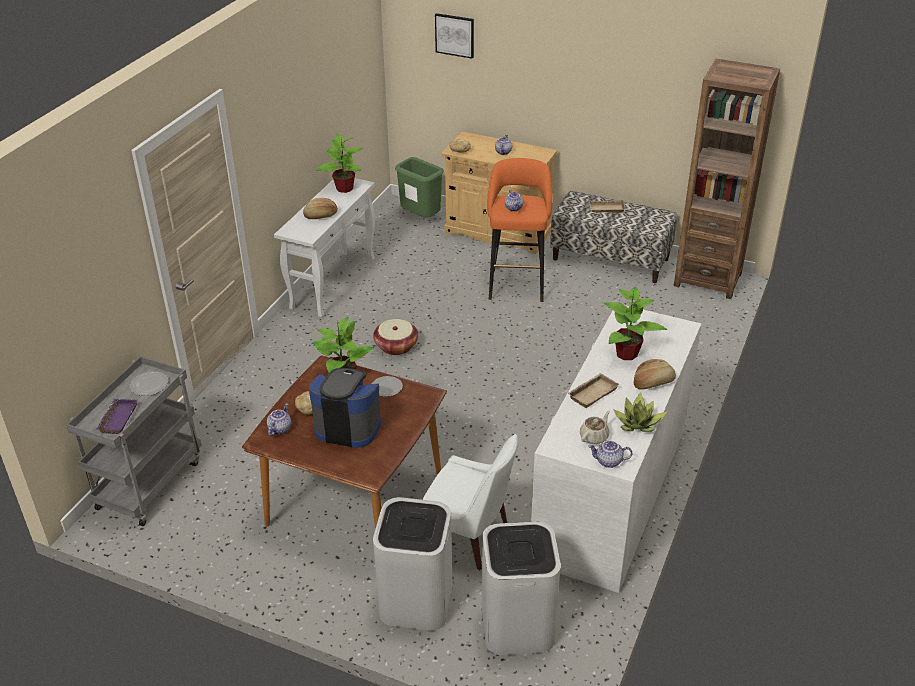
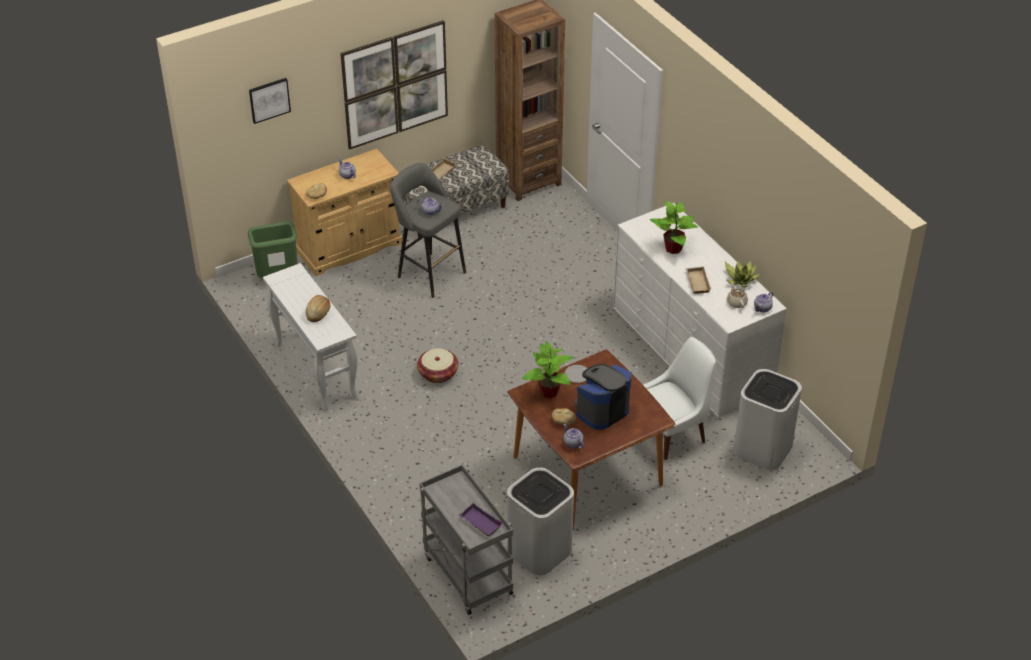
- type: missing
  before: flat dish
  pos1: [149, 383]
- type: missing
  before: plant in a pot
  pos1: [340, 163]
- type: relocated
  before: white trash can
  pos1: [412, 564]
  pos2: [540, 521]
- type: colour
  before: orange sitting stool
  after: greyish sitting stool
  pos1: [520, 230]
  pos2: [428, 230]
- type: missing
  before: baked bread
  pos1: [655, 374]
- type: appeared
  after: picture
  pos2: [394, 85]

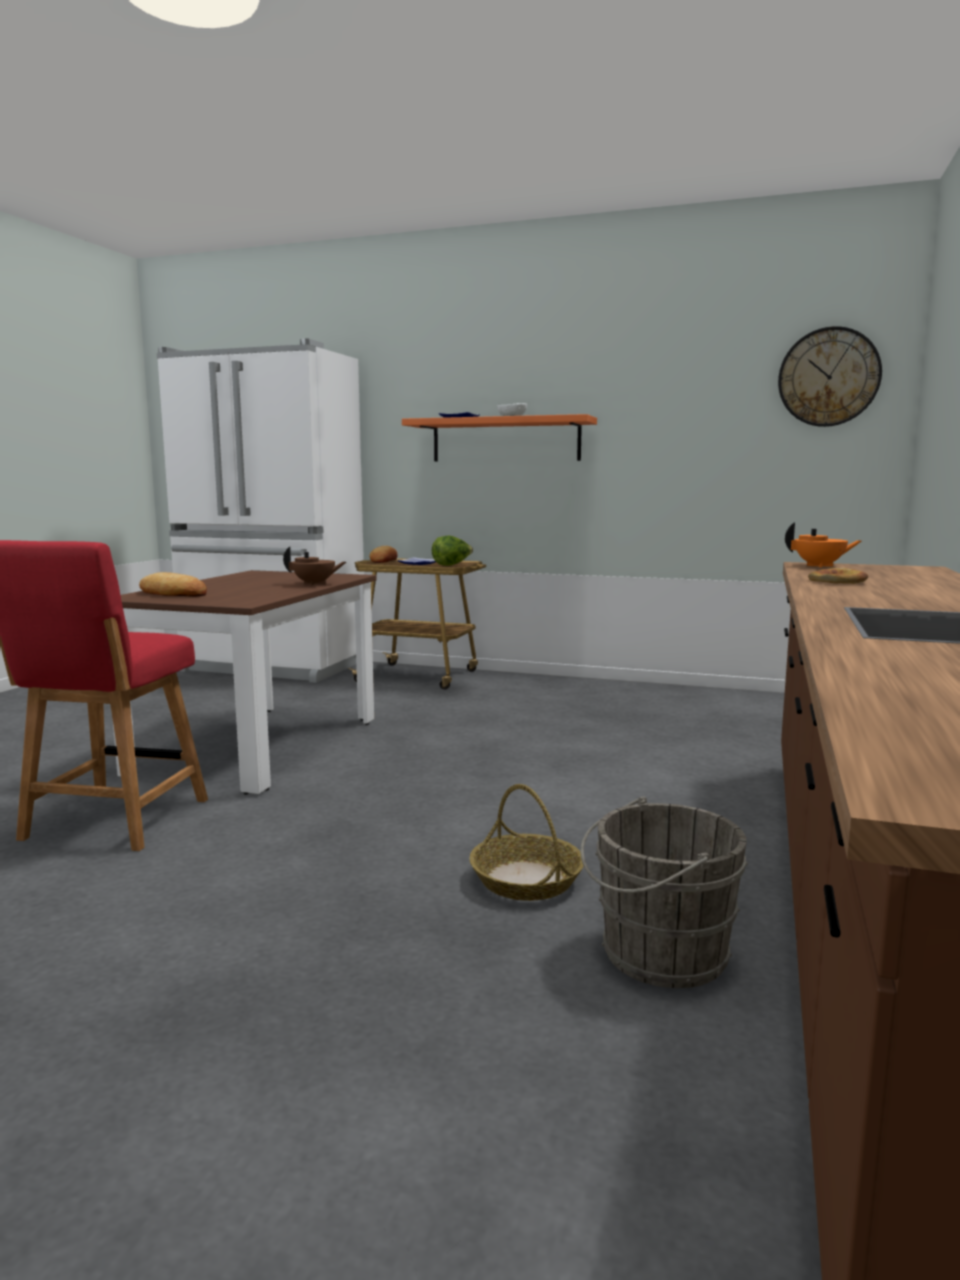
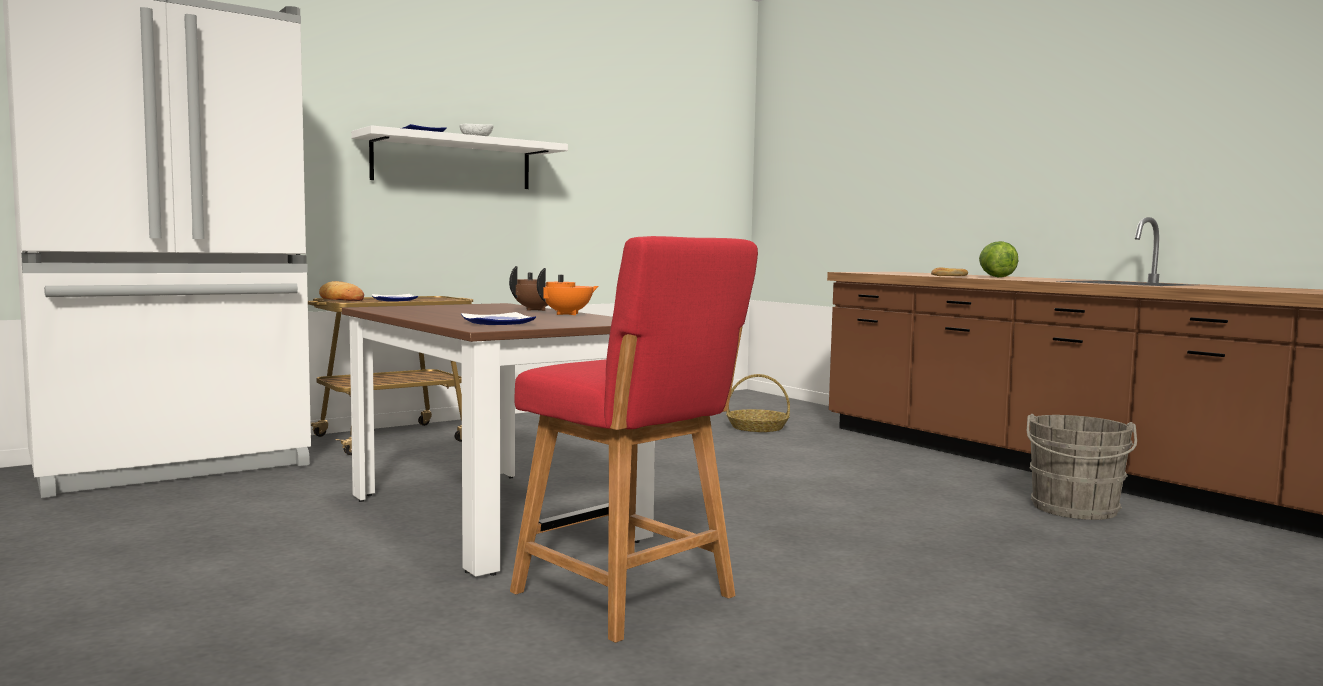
- type: exchanged
  before: baked bread
  after: flat dish
  pos1: [173, 584]
  pos2: [498, 318]
- type: colour
  before: orange bracket shelf
  after: white bracket shelf
  pos1: [499, 438]
  pos2: [459, 157]
- type: relocated
  before: lettuce
  pos1: [452, 550]
  pos2: [998, 259]
- type: relocated
  before: storage basket
  pos1: [526, 842]
  pos2: [758, 403]
- type: missing
  before: wall clock
  pos1: [830, 376]
- type: relocated
  before: orange pot for tea
  pos1: [823, 545]
  pos2: [567, 291]

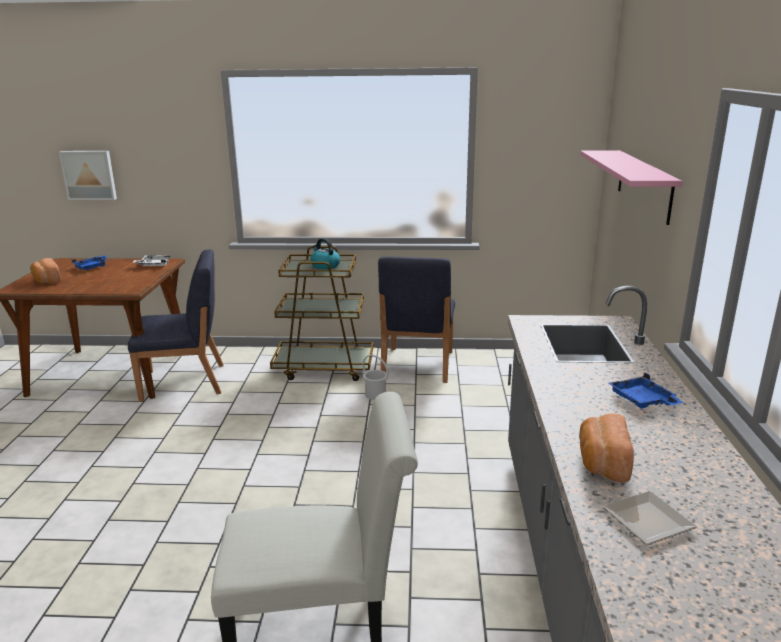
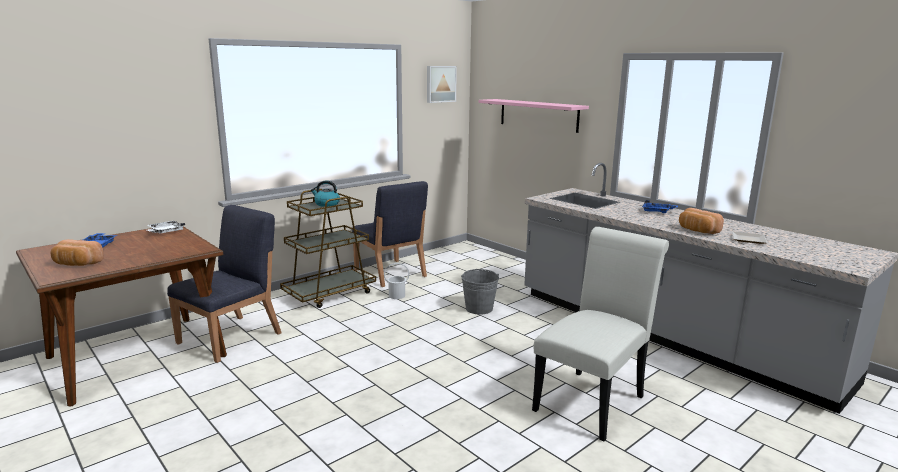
- type: relocated
  before: picture
  pos1: [88, 175]
  pos2: [442, 84]
- type: appeared
  after: greyish pail
  pos2: [480, 292]

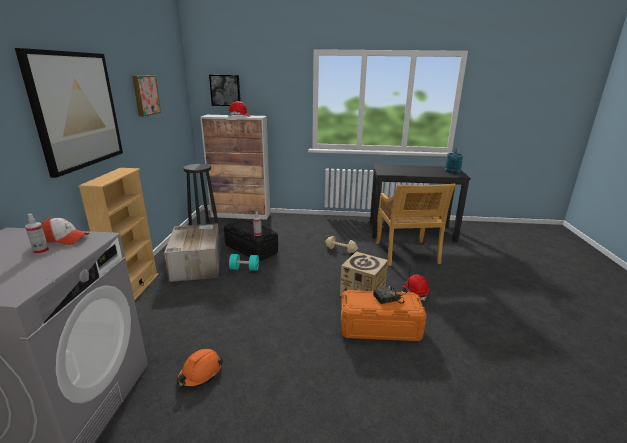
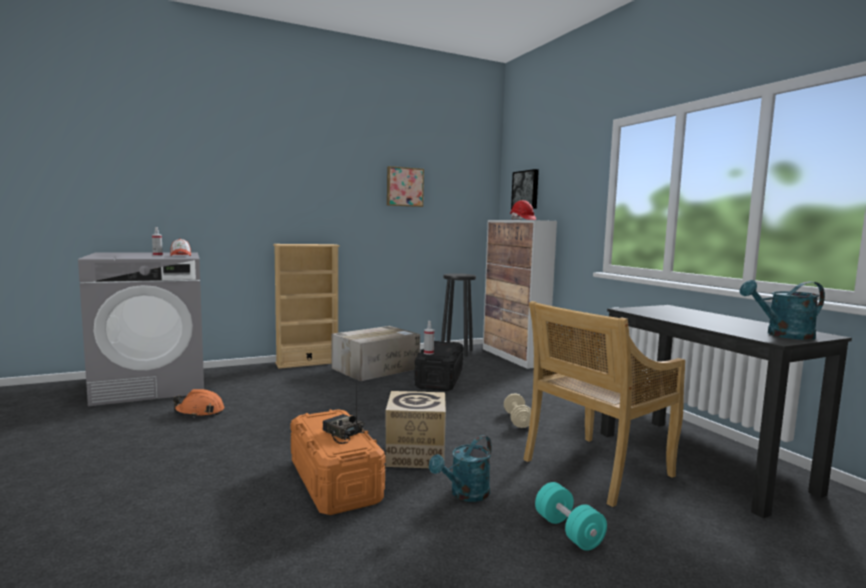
- type: missing
  before: picture
  pos1: [69, 113]
- type: relocated
  before: turquoise dumbbell
  pos1: [244, 262]
  pos2: [571, 516]
- type: exchanged
  before: red work helmet
  after: turquoise sprinkling can
  pos1: [416, 288]
  pos2: [460, 468]

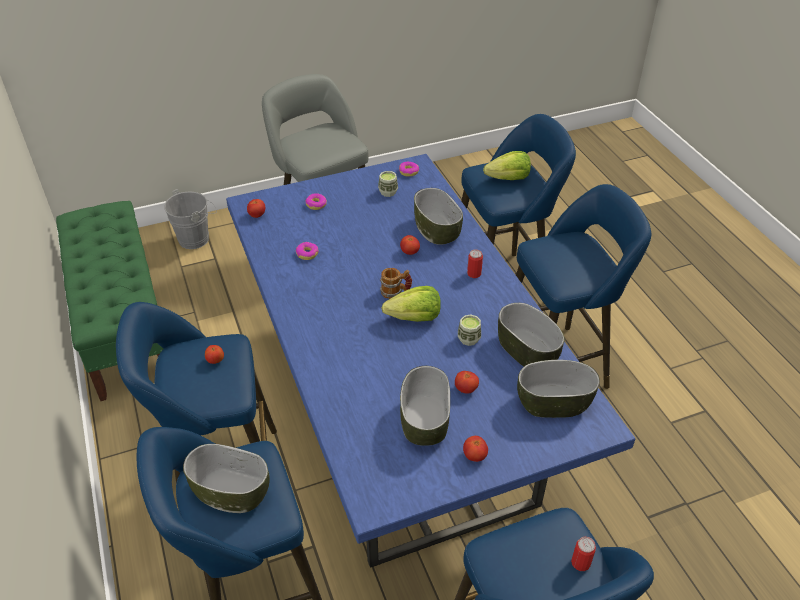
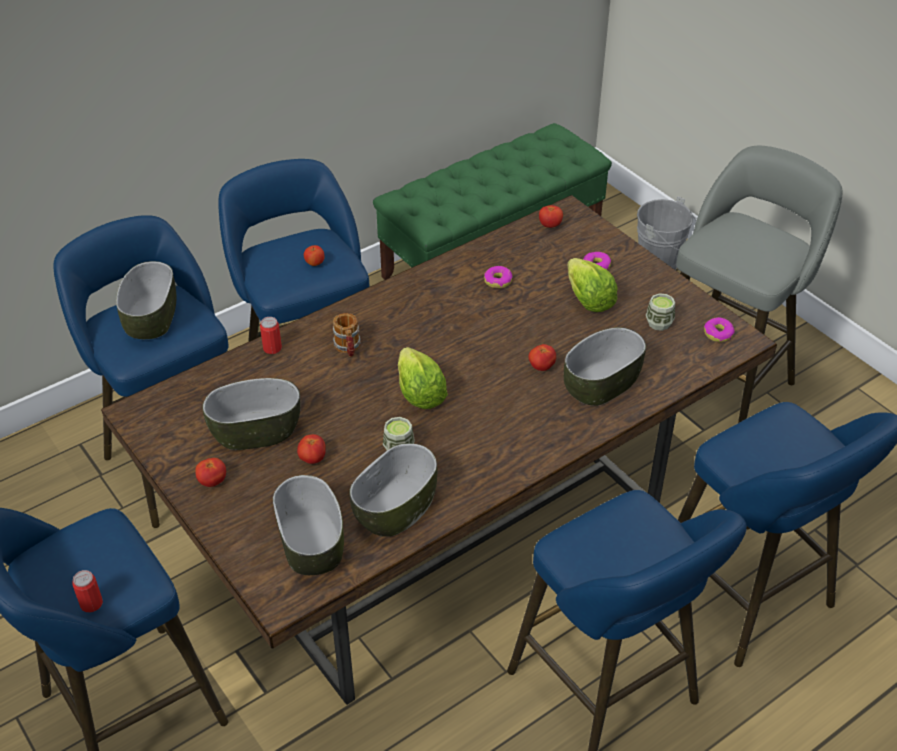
- type: colour
  before: blue dinner table
  after: brownish dinner table
  pos1: [431, 361]
  pos2: [439, 450]
- type: relocated
  before: coffee mug
  pos1: [396, 283]
  pos2: [347, 335]
- type: relocated
  before: can
  pos1: [475, 264]
  pos2: [271, 335]
- type: relocated
  before: lettuce
  pos1: [507, 165]
  pos2: [592, 285]

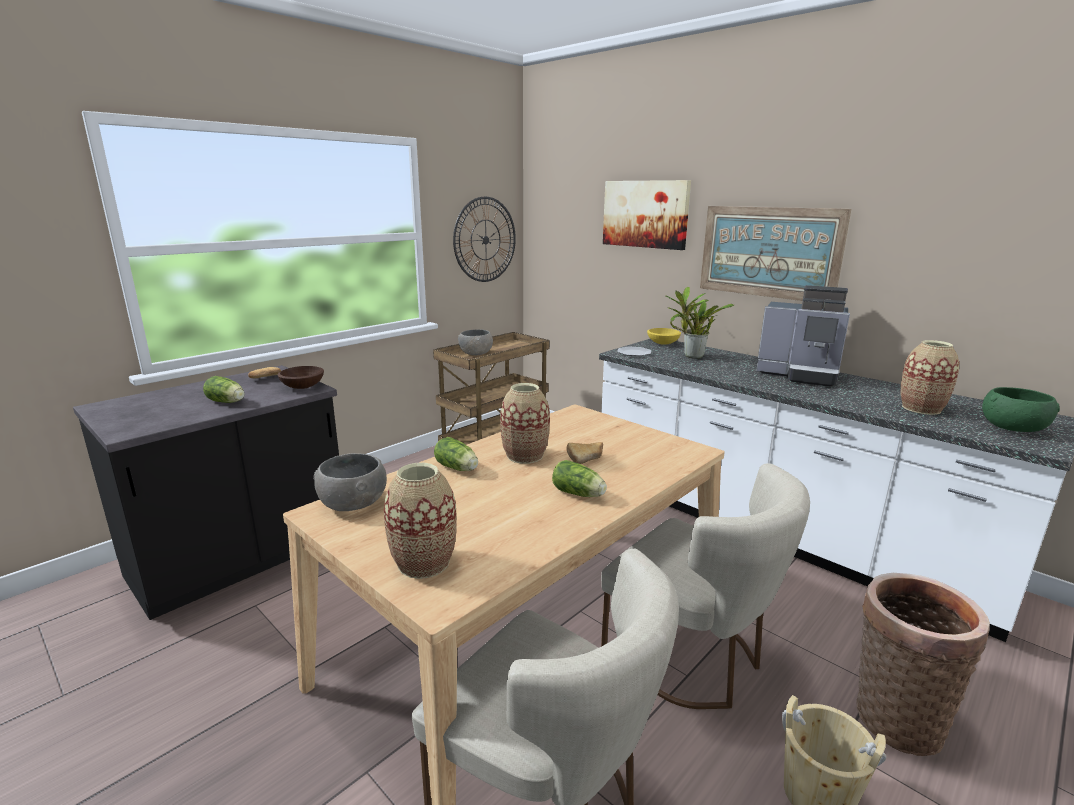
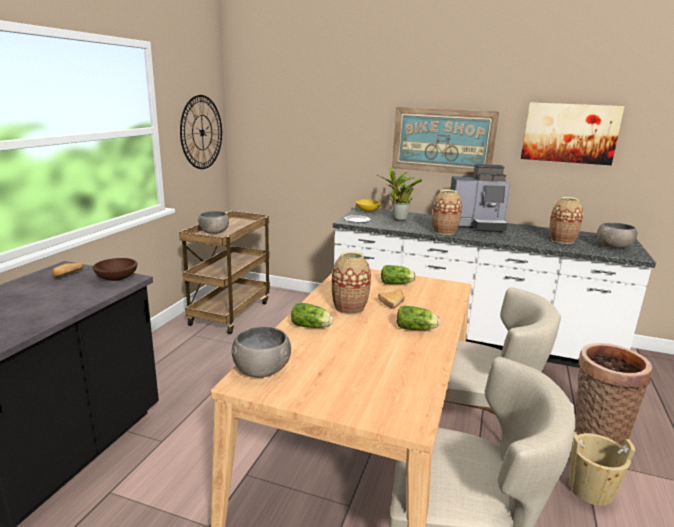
- type: relocated
  before: lettuce
  pos1: [223, 389]
  pos2: [398, 274]
- type: relocated
  before: flower vase
  pos1: [420, 521]
  pos2: [447, 212]
- type: relocated
  before: picture
  pos1: [647, 215]
  pos2: [573, 133]
- type: colour
  before: green-coloured serving bowl
  after: greyish serving bowl
  pos1: [1021, 409]
  pos2: [617, 235]

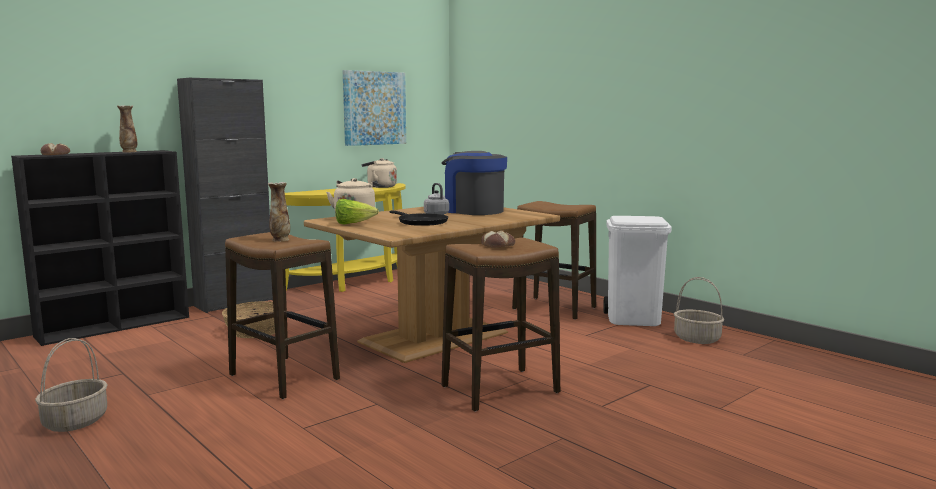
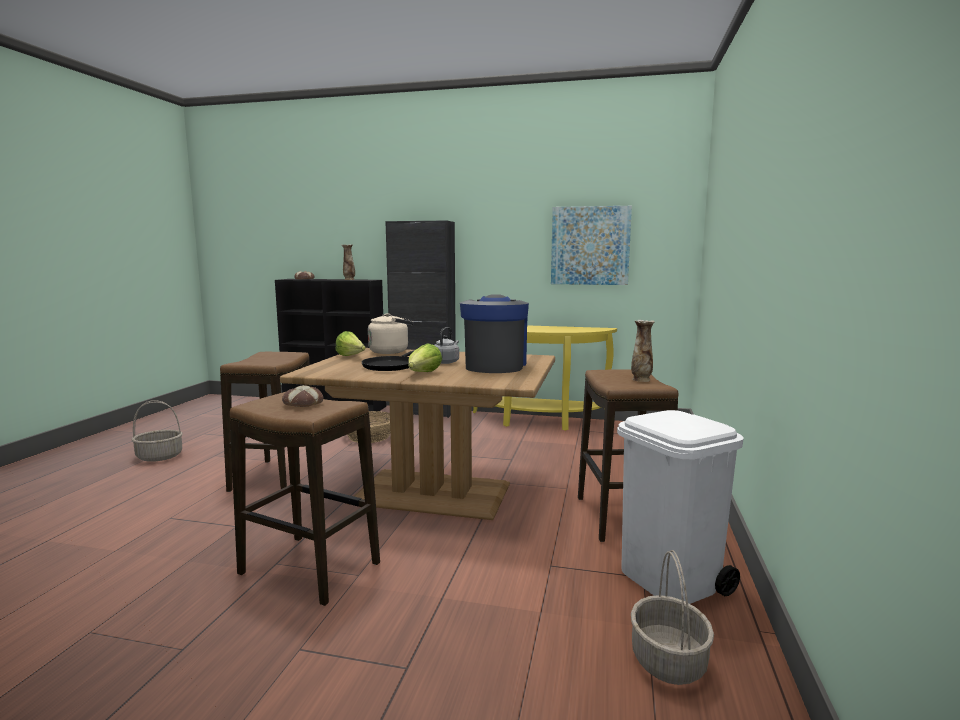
- type: relocated
  before: flower vase
  pos1: [279, 212]
  pos2: [643, 351]
- type: missing
  before: beige tea kettle
  pos1: [379, 173]
- type: appeared
  after: lettuce
  pos2: [425, 358]

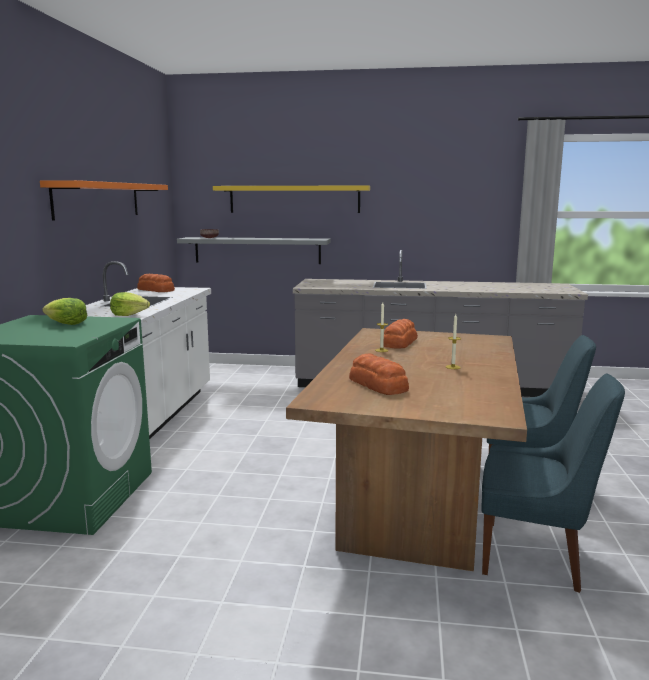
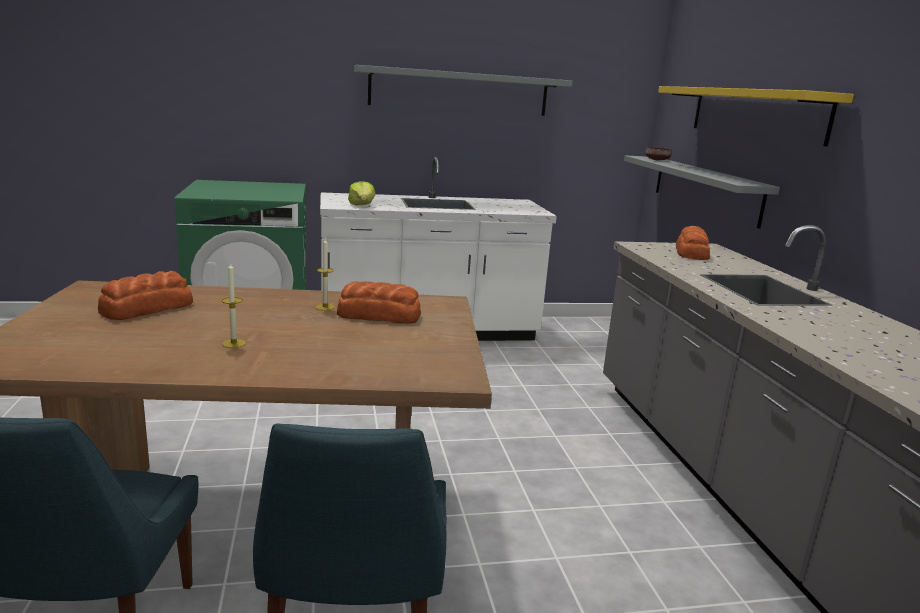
- type: colour
  before: orange bracket shelf
  after: greyish bracket shelf
  pos1: [104, 200]
  pos2: [463, 90]
- type: missing
  before: lettuce
  pos1: [64, 311]
- type: relocated
  before: baked bread
  pos1: [156, 283]
  pos2: [693, 243]

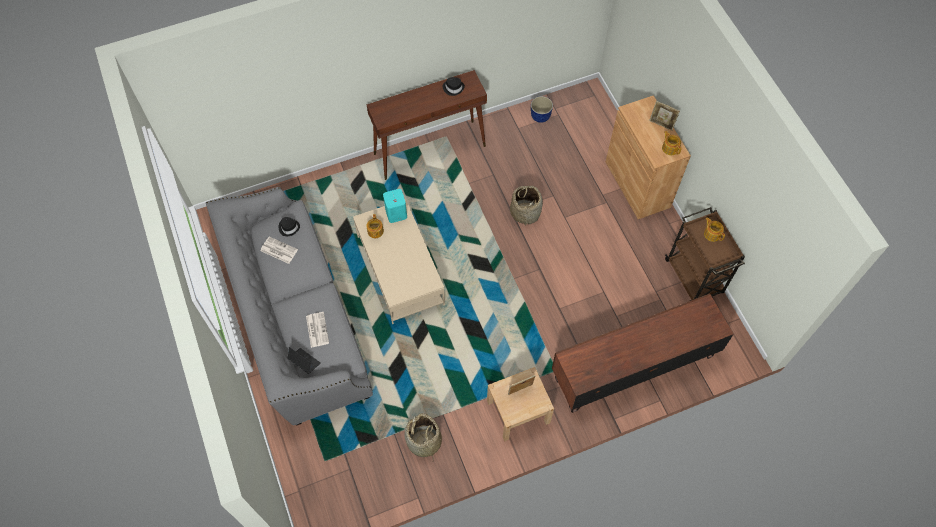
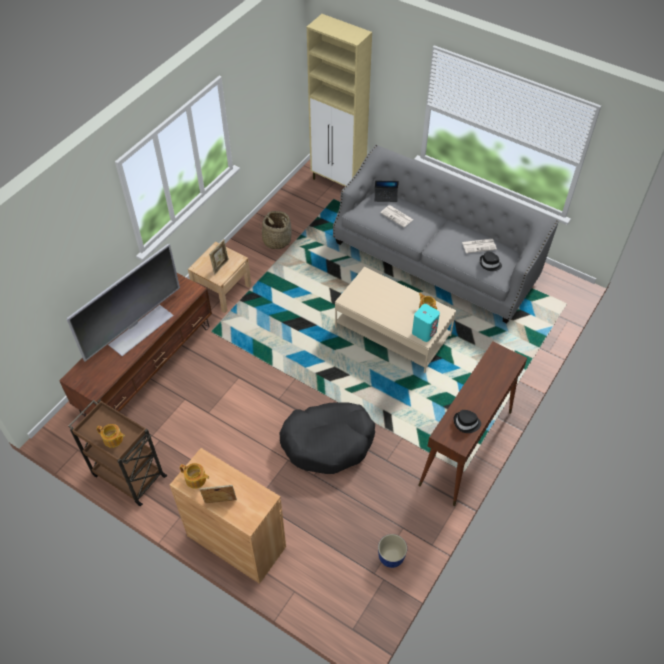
- type: exchanged
  before: storage basket
  after: black dog bed
  pos1: [526, 204]
  pos2: [327, 438]
- type: appeared
  after: TV
  pos2: [123, 303]
- type: appeared
  after: beige cabinet
  pos2: [339, 100]

